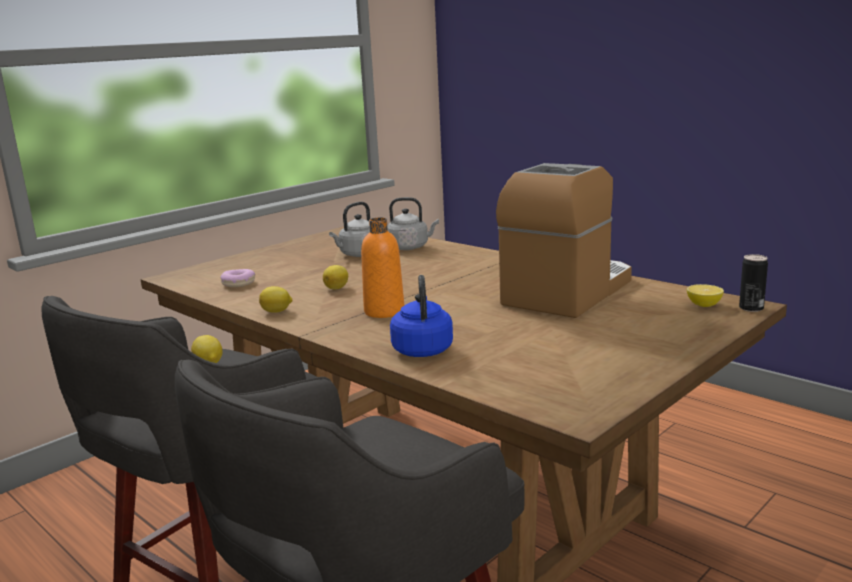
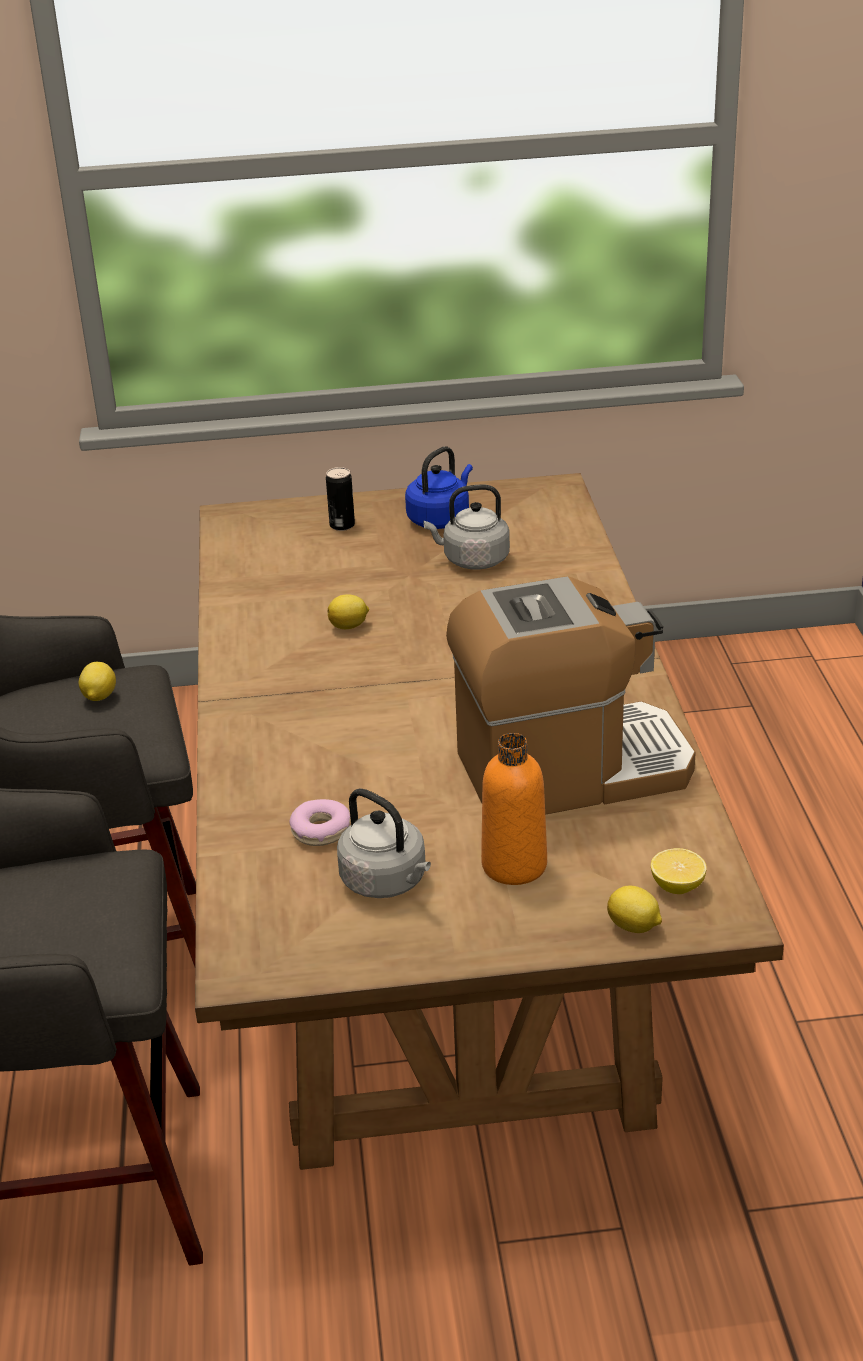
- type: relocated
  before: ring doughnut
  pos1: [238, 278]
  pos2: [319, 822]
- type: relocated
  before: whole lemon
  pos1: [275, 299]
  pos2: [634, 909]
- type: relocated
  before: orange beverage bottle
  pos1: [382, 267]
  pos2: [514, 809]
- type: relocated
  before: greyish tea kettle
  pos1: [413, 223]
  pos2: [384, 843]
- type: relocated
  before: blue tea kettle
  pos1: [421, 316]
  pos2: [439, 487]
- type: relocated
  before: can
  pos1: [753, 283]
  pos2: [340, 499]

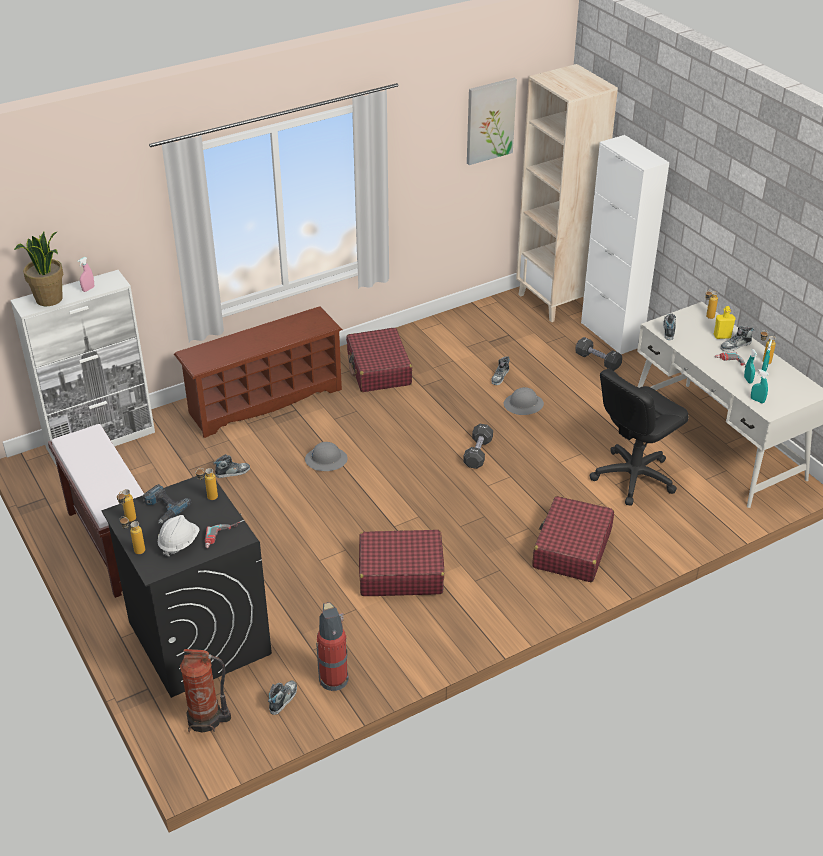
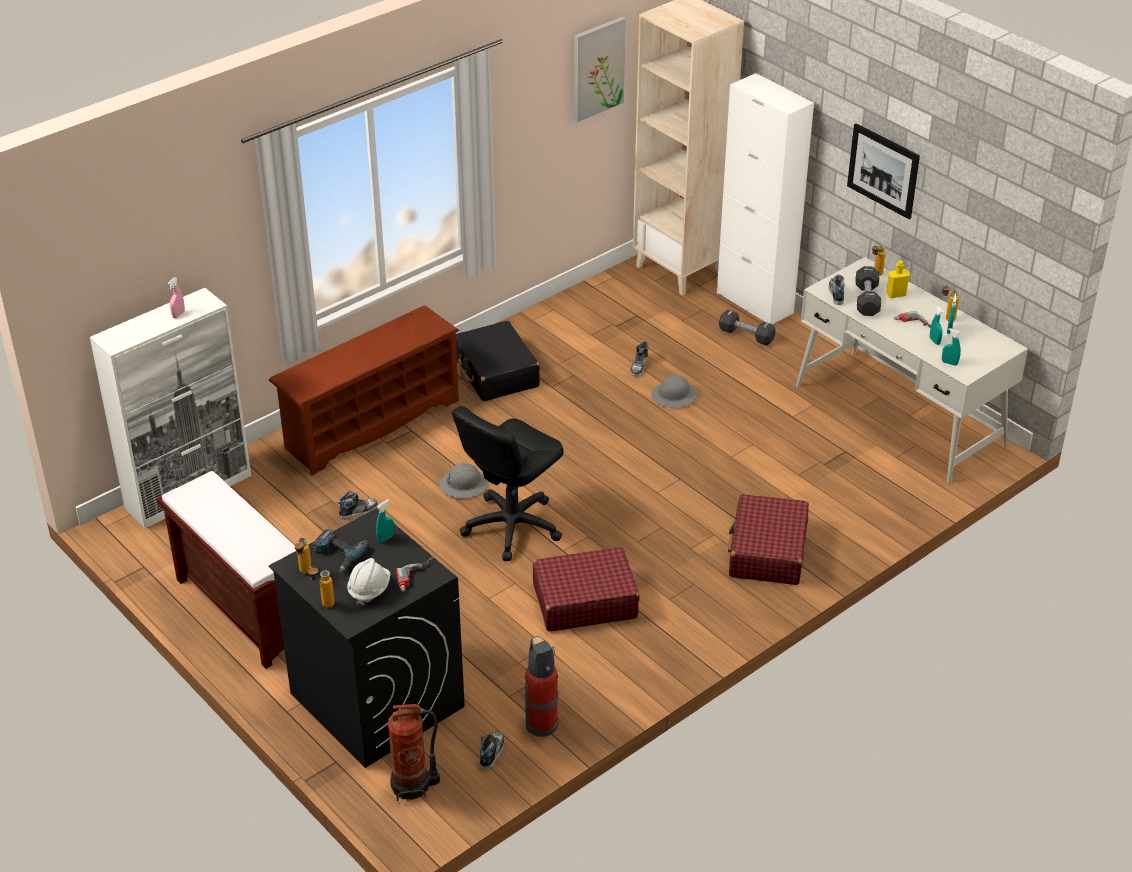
- type: missing
  before: plant in a pot
  pos1: [38, 268]
- type: exchanged
  before: beverage bottle
  after: turquoise spray bottle
  pos1: [206, 484]
  pos2: [385, 521]
- type: colour
  before: red suitcase
  after: black suitcase
  pos1: [379, 360]
  pos2: [498, 361]
- type: relocated
  before: black dumbbell
  pos1: [478, 446]
  pos2: [868, 291]
- type: relocated
  before: black desk chair
  pos1: [639, 437]
  pos2: [508, 483]
- type: missing
  before: shoe
  pos1: [737, 339]
- type: appeared
  after: picture
  pos2: [883, 171]

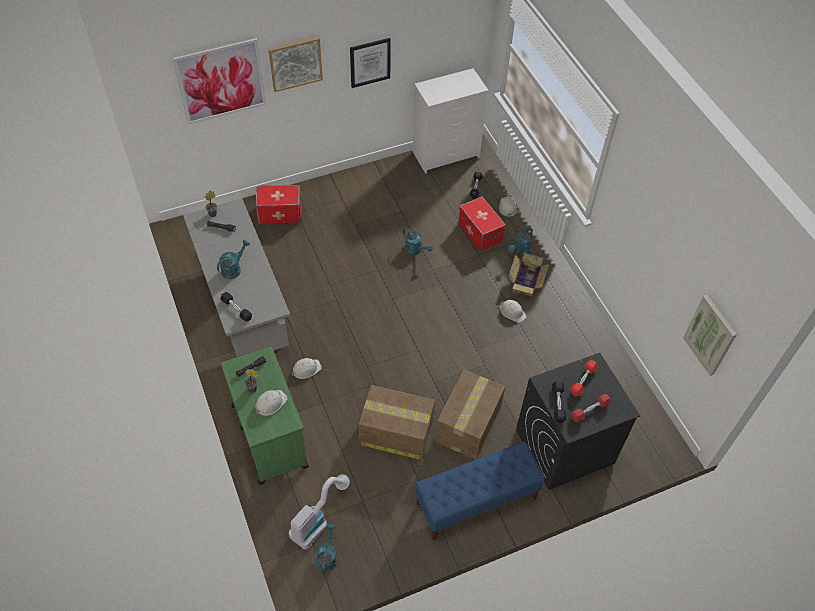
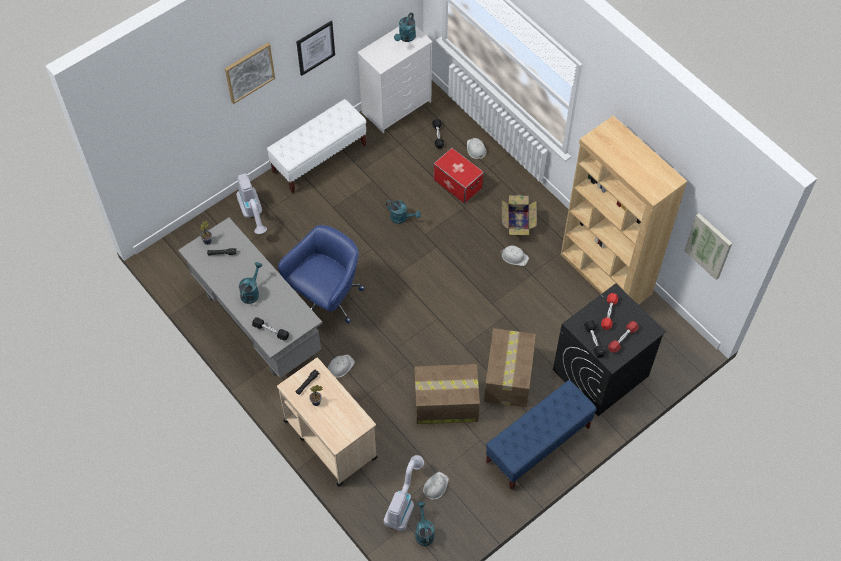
- type: missing
  before: picture
  pos1: [219, 81]
- type: colour
  before: green-coloured trolley
  after: beige trolley
  pos1: [265, 415]
  pos2: [327, 422]
- type: exchanged
  before: storage container
  after: vacuum
  pos1: [278, 204]
  pos2: [251, 203]
- type: relocated
  before: white work helmet
  pos1: [271, 403]
  pos2: [436, 486]
- type: relocated
  before: turquoise sprinkling can
  pos1: [520, 241]
  pos2: [405, 27]
- type: appeared
  after: white long seat
  pos2: [316, 146]
- type: appeared
  after: blue desk chair
  pos2: [321, 274]
- type: appeared
  after: brownish bookshelf
  pos2: [624, 210]

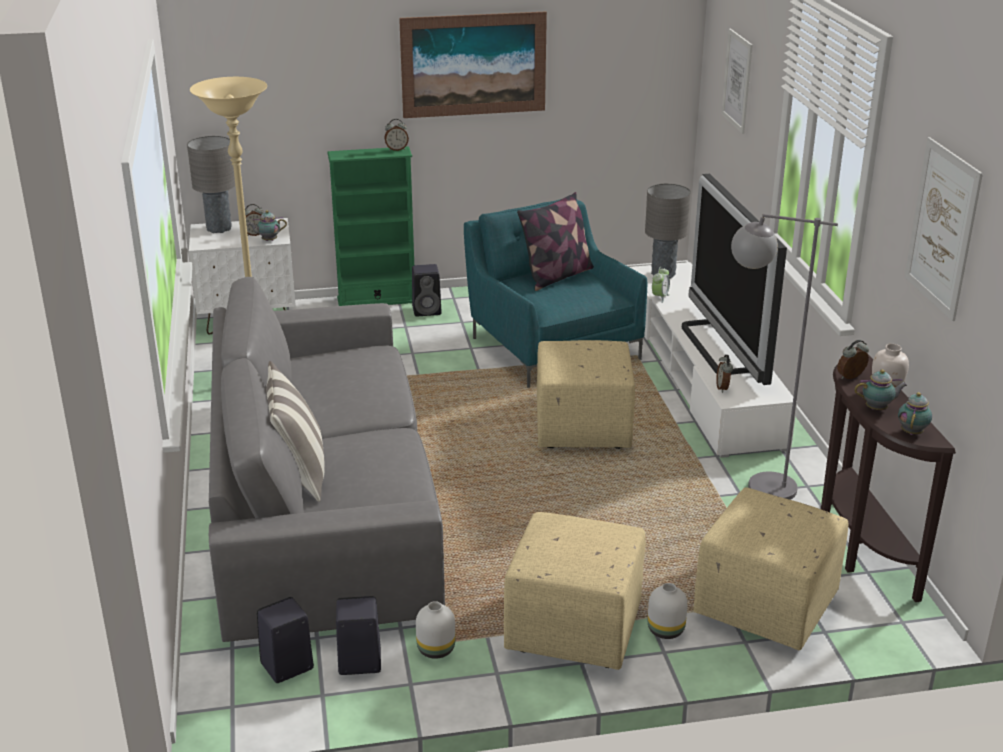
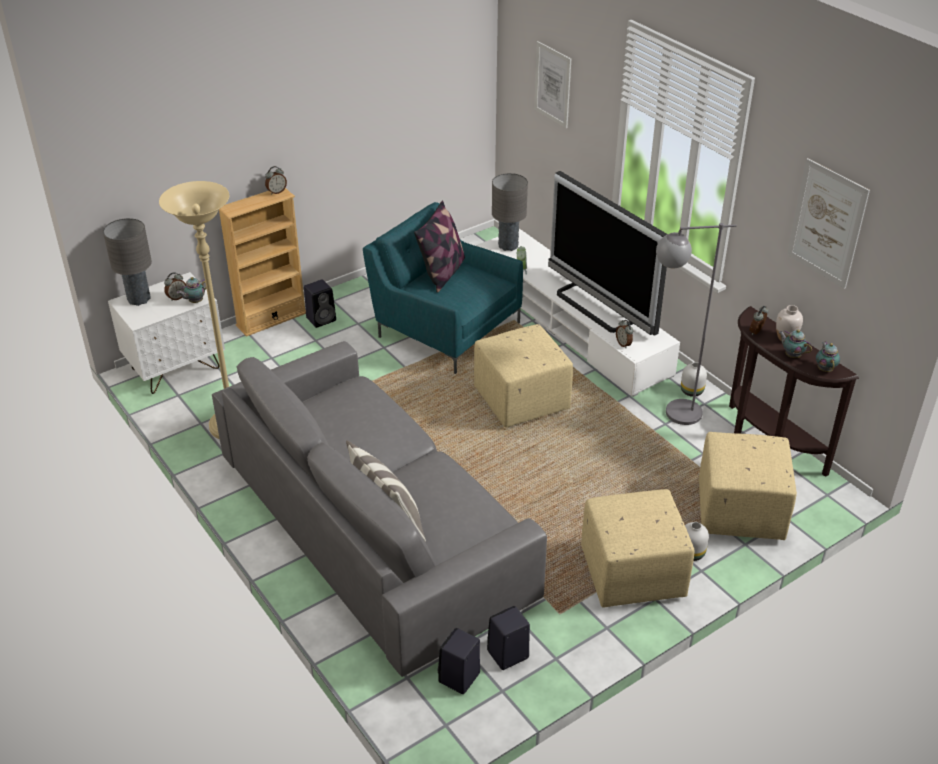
- type: colour
  before: green-coloured bookshelf
  after: beige bookshelf
  pos1: [370, 226]
  pos2: [262, 262]
- type: missing
  before: picture
  pos1: [473, 64]
- type: relocated
  before: white flower vase
  pos1: [435, 630]
  pos2: [694, 379]
- type: spun
  before: pot for tea
  pos1: [880, 389]
  pos2: [795, 344]
  turn: -105

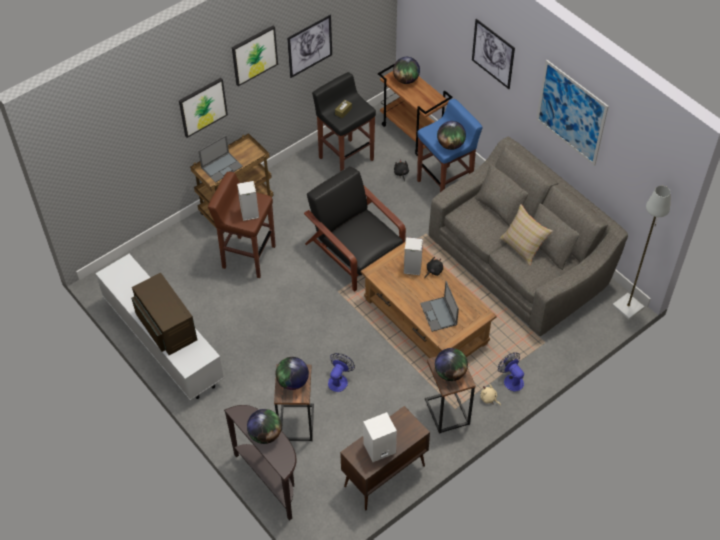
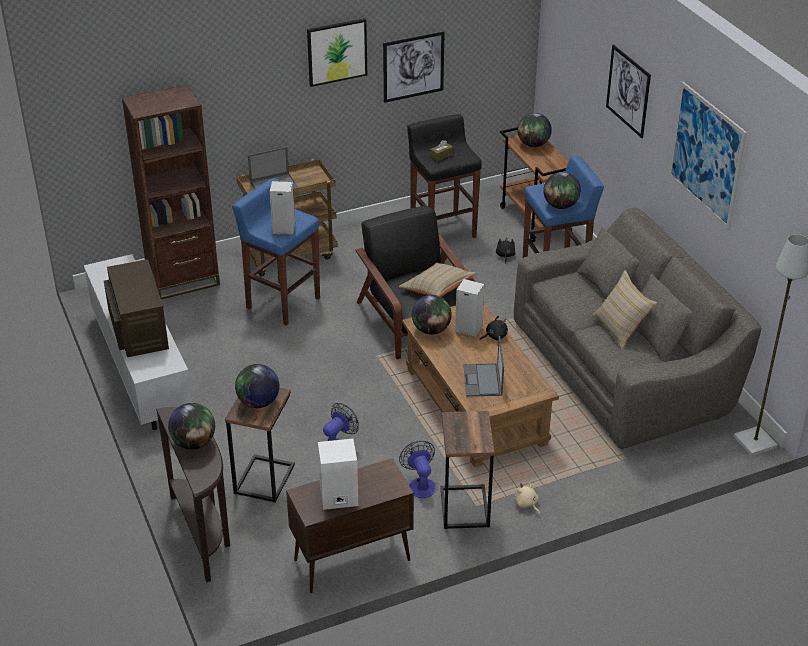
- type: missing
  before: picture
  pos1: [203, 108]
- type: colour
  before: brownish sitting stool
  after: blue sitting stool
  pos1: [242, 225]
  pos2: [276, 252]
- type: relocated
  before: world globe
  pos1: [451, 364]
  pos2: [432, 315]
- type: relocated
  before: fan
  pos1: [511, 372]
  pos2: [417, 469]
- type: appeared
  after: brownish bookshelf
  pos2: [171, 191]
- type: appeared
  after: beige pillow
  pos2: [437, 280]

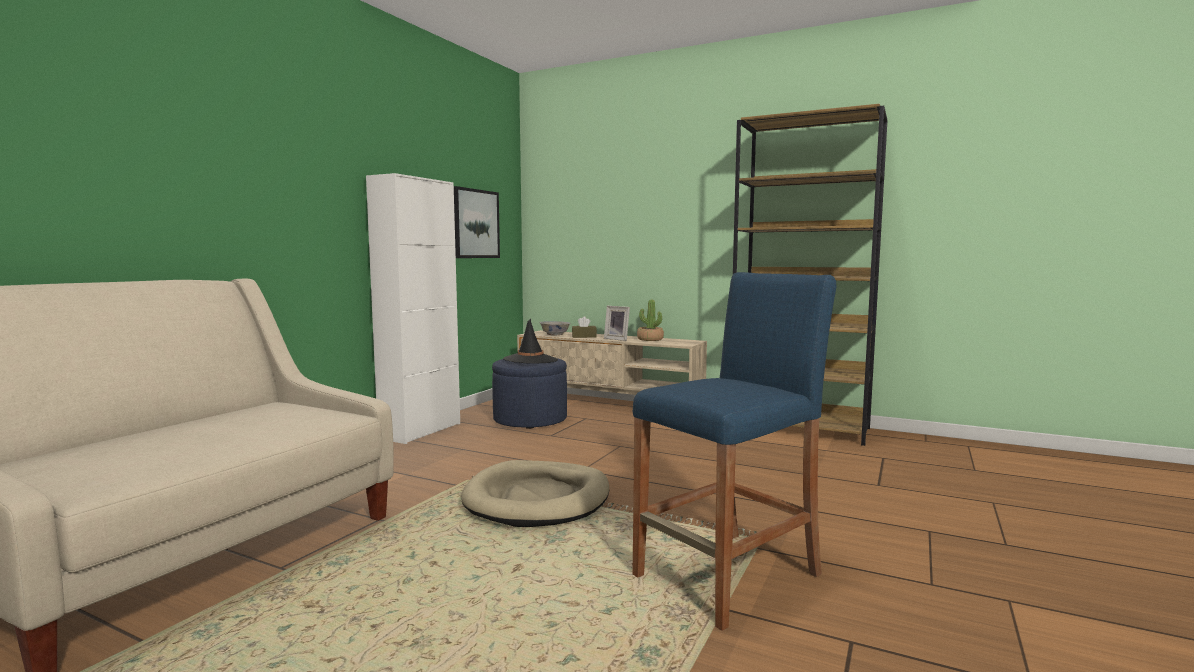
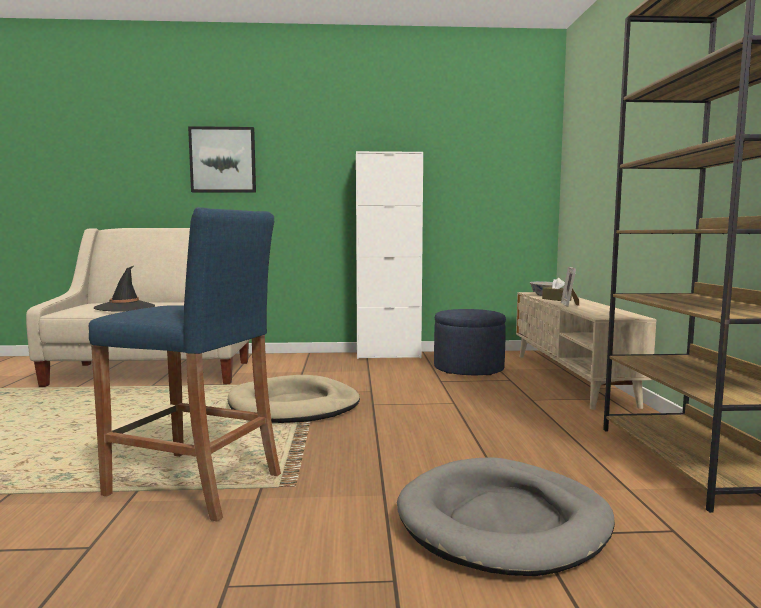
- type: relocated
  before: picture
  pos1: [477, 222]
  pos2: [222, 159]
- type: relocated
  before: black hat
  pos1: [530, 341]
  pos2: [124, 289]
- type: missing
  before: plant in a pot
  pos1: [650, 320]
- type: appeared
  after: greyish dog bed
  pos2: [506, 516]

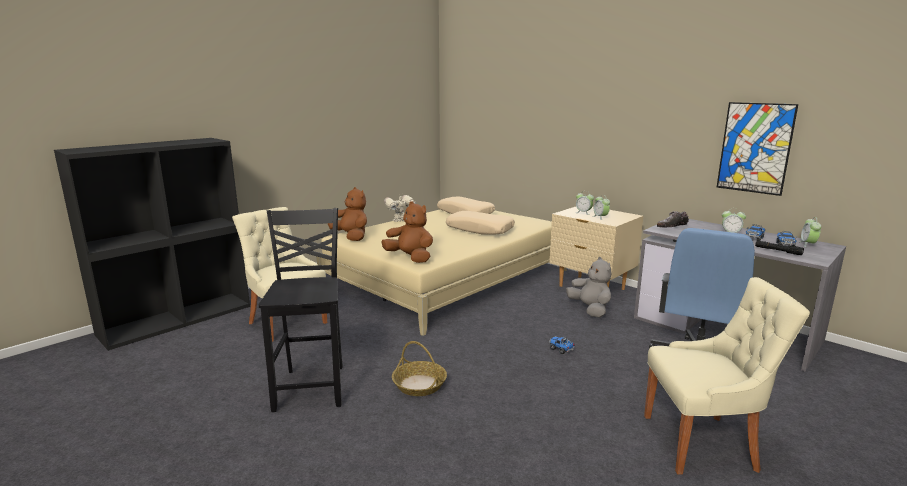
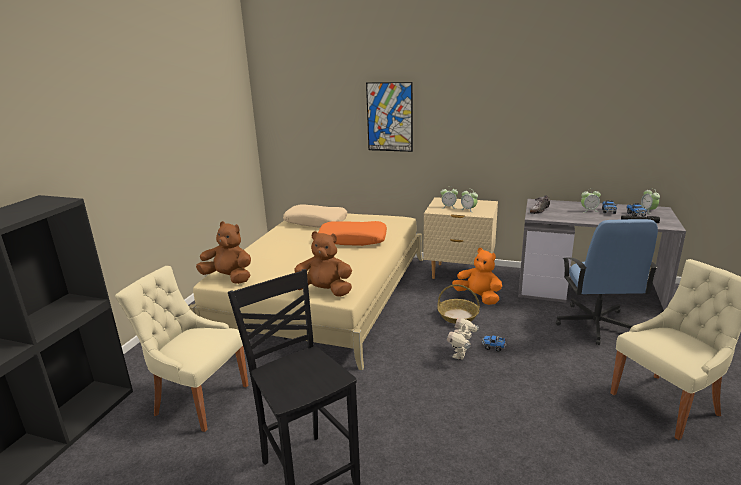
- type: relocated
  before: toy robot
  pos1: [400, 208]
  pos2: [463, 339]
- type: relocated
  before: storage basket
  pos1: [419, 368]
  pos2: [458, 304]
- type: colour
  before: beige pillow
  after: orange pillow
  pos1: [480, 222]
  pos2: [352, 233]
- type: colour
  before: greyish cuddly toy
  after: orange cuddly toy
  pos1: [588, 287]
  pos2: [477, 276]
- type: relocated
  before: picture
  pos1: [757, 149]
  pos2: [389, 117]

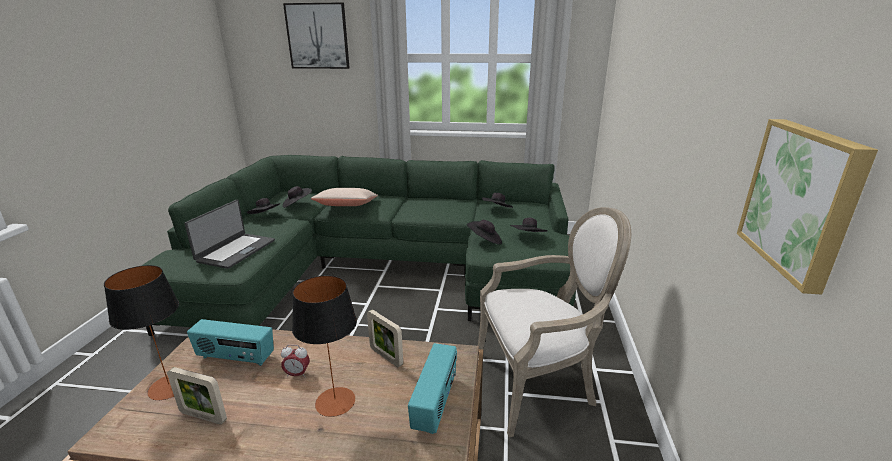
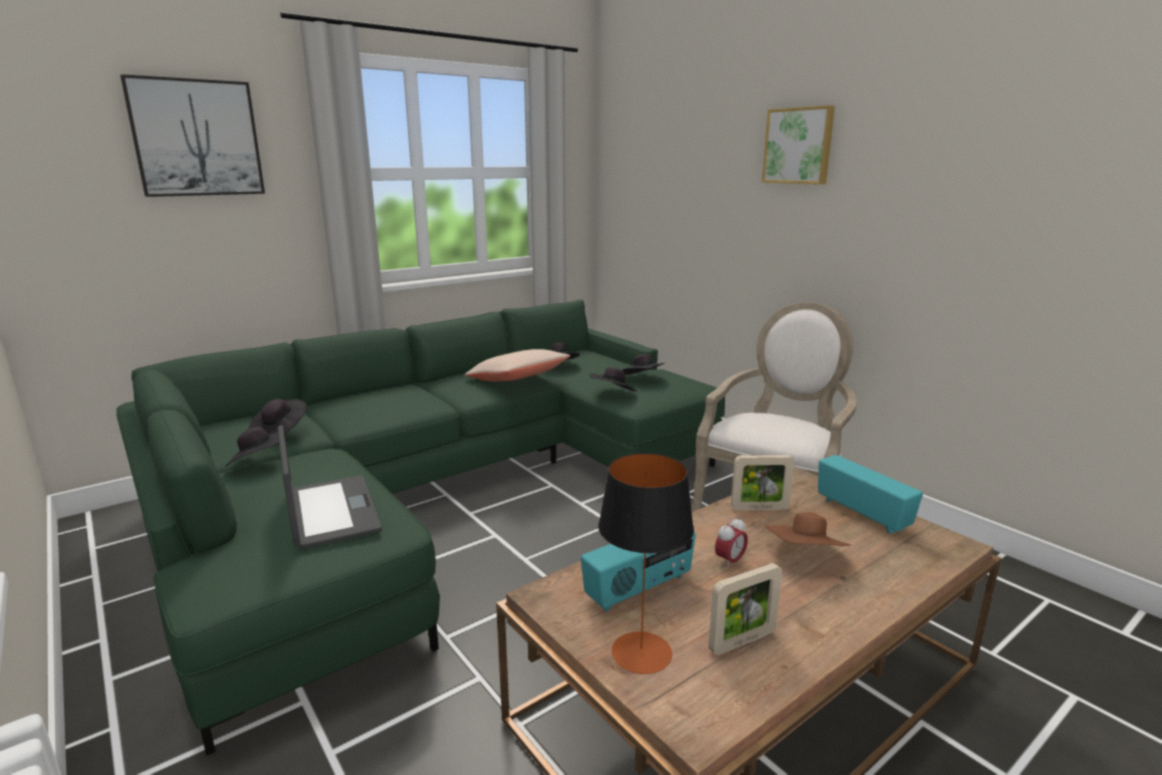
- type: exchanged
  before: lamp for a table
  after: brownish hat
  pos1: [324, 346]
  pos2: [808, 529]
- type: relocated
  before: beige pillow
  pos1: [344, 197]
  pos2: [517, 365]
- type: relocated
  before: picture
  pos1: [807, 207]
  pos2: [798, 144]

